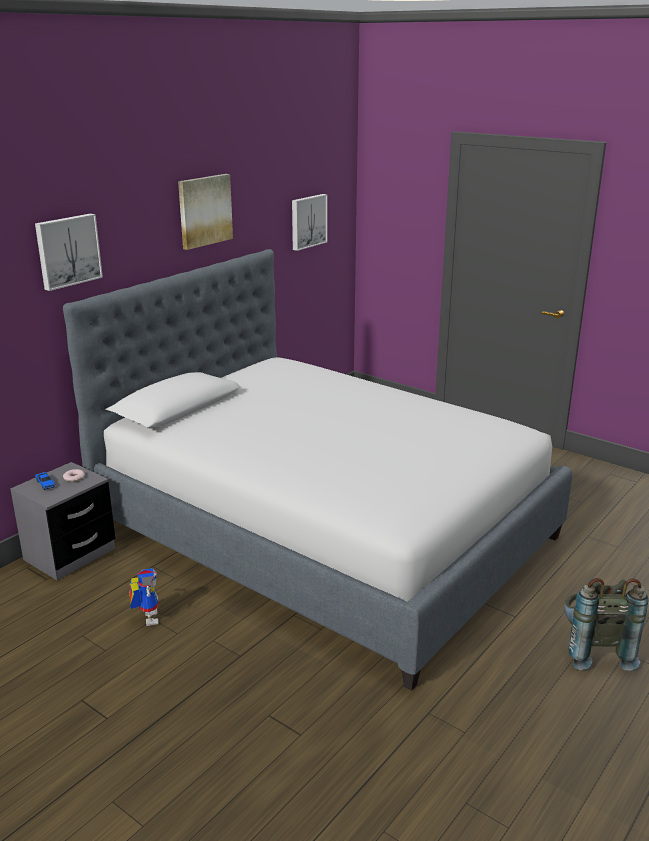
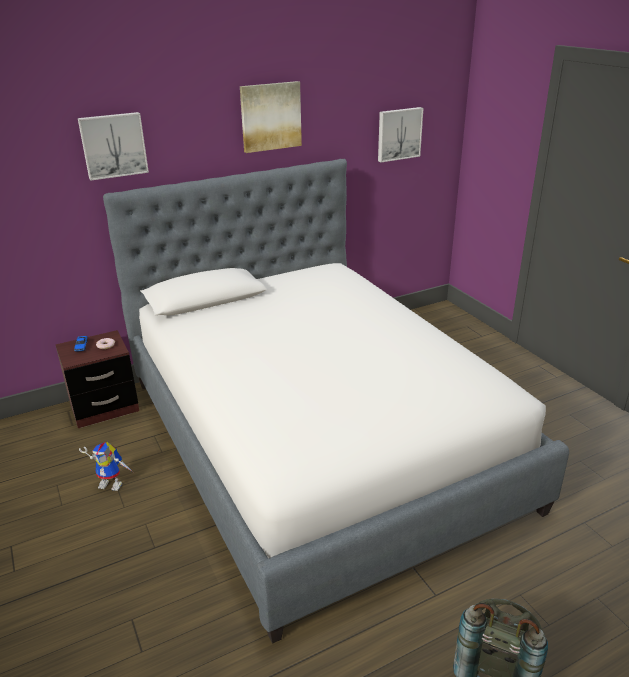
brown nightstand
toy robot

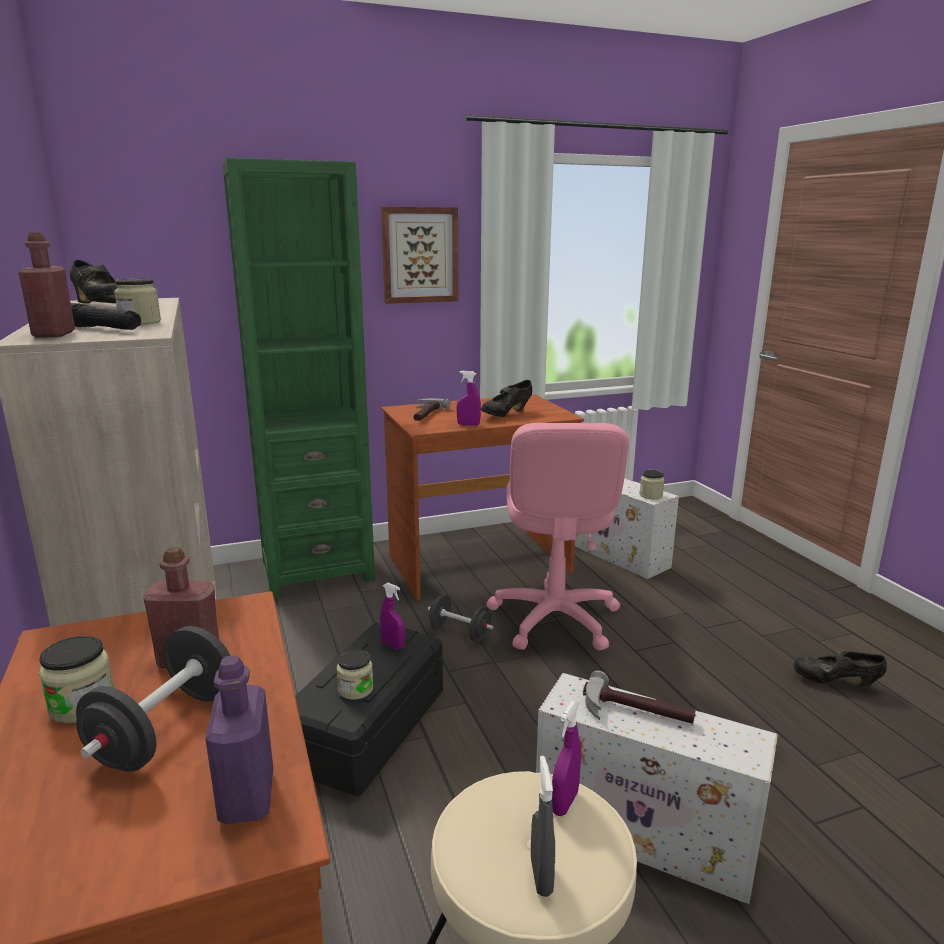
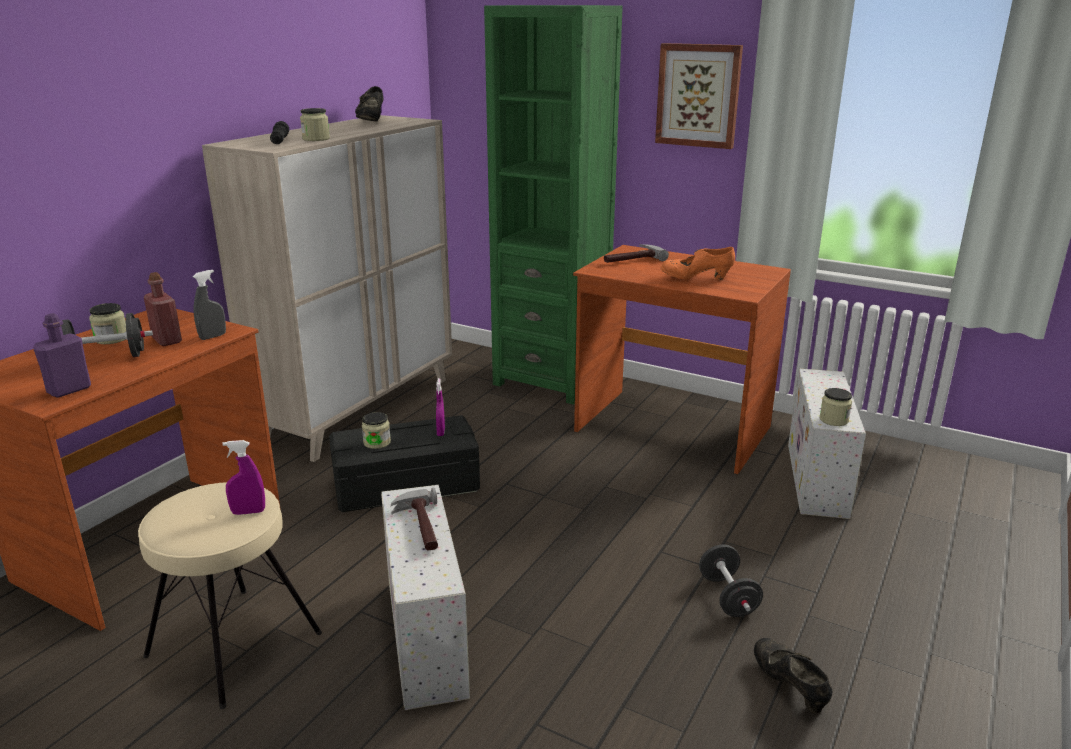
red bottle (1st from left in the first image)
purple spray bottle (2nd from left in the first image)
orange shoe
pink office chair
black dumbbell (2nd from left)
grey spray bottle

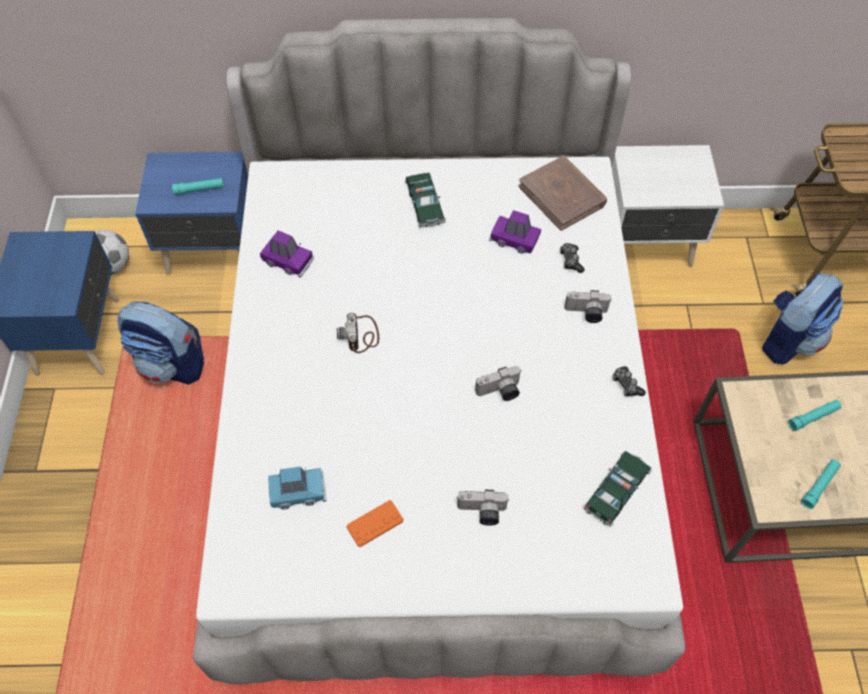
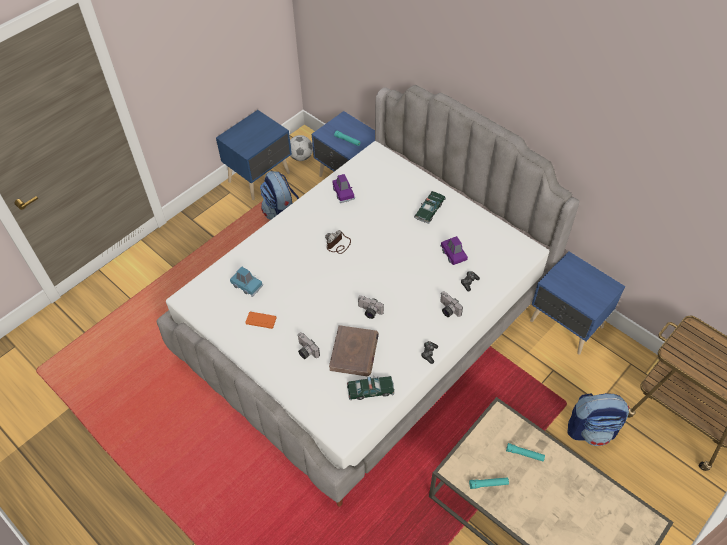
blue nightstand (3rd from left)
brown book

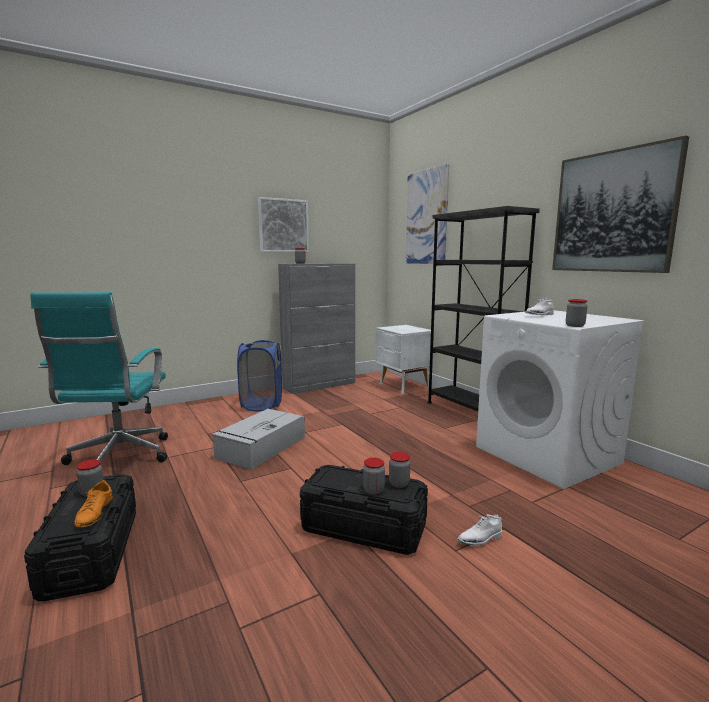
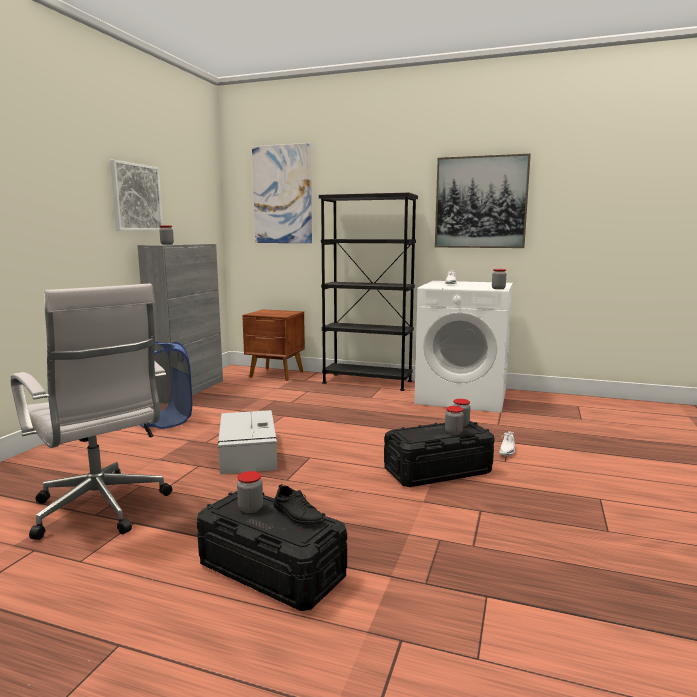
white office chair
brown nightstand
black shoe

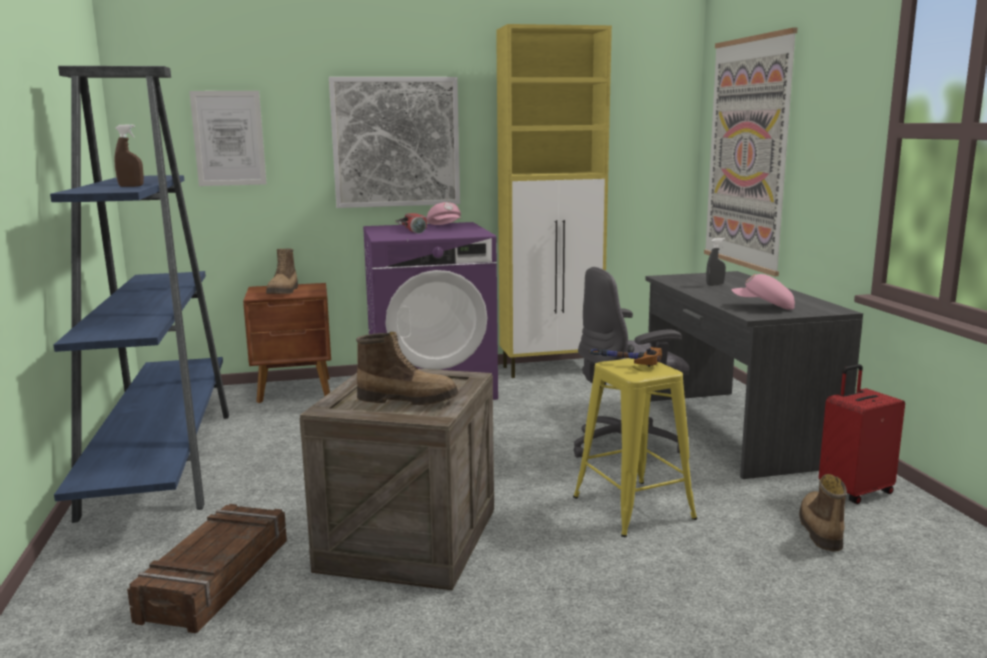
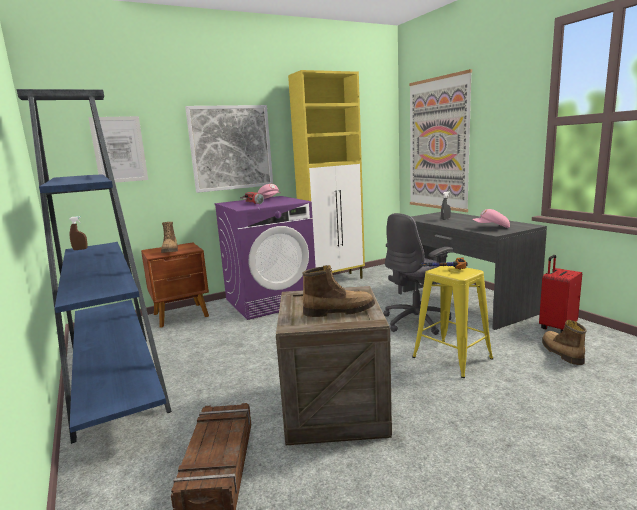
brown spray bottle

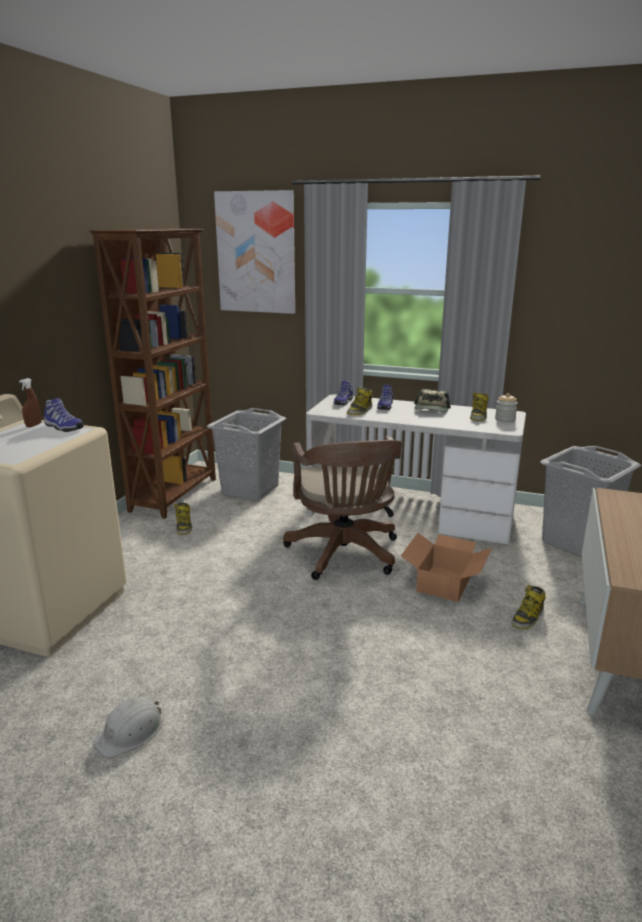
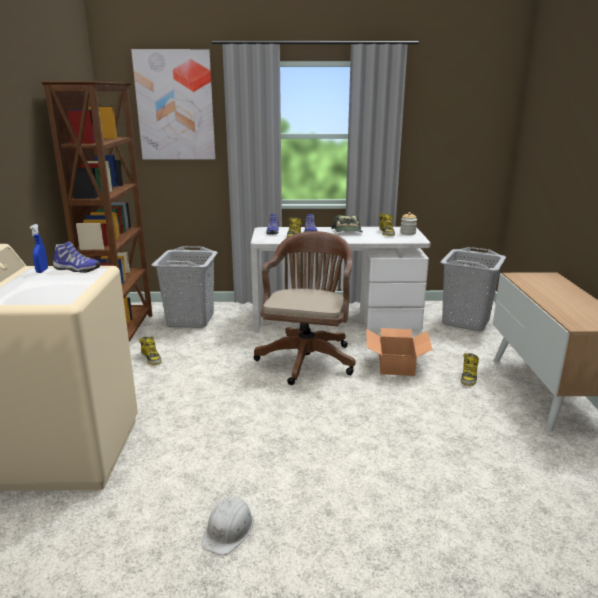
blue spray bottle
brown office chair

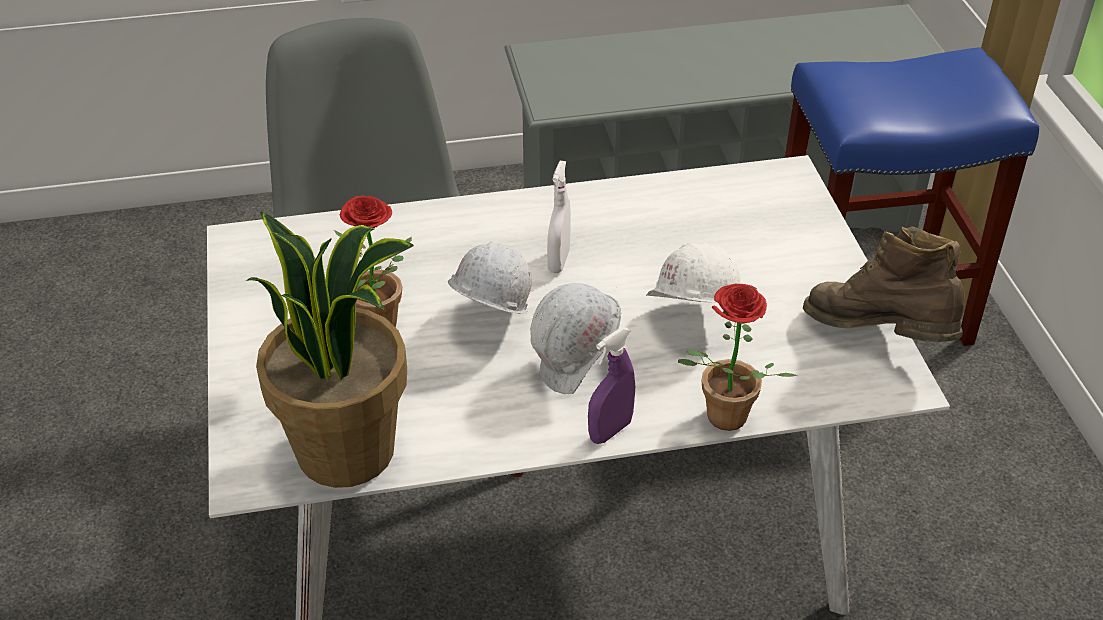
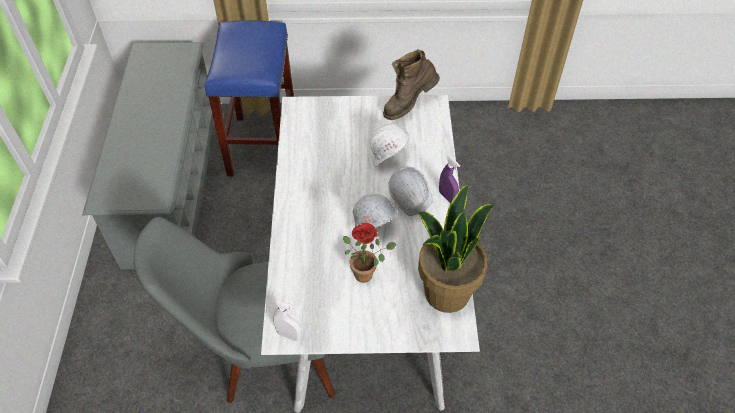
white spray bottle
potted plant (3rd from left in the first image)

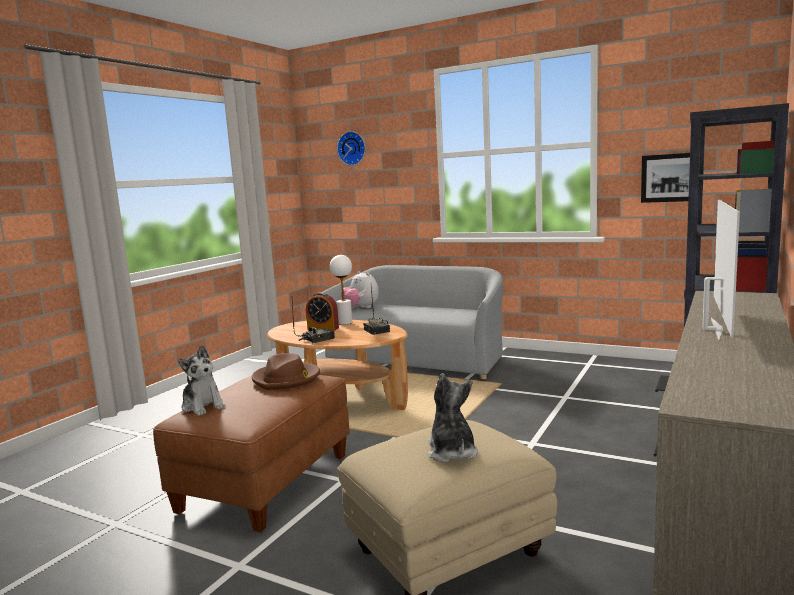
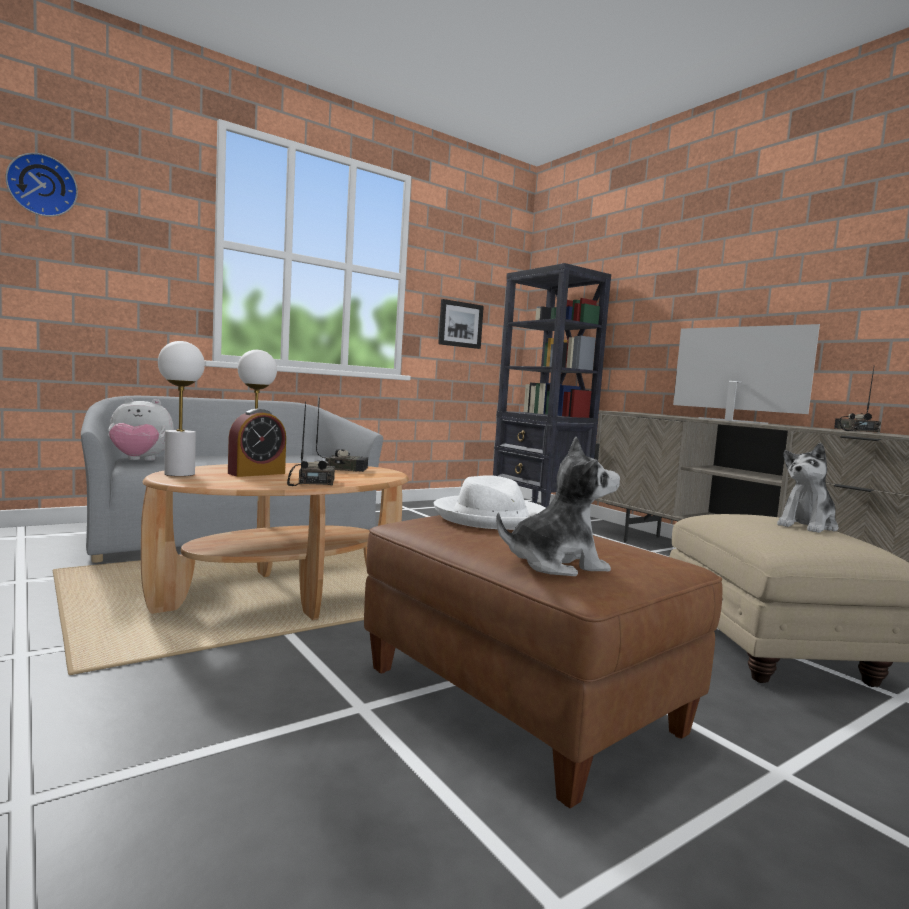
white hat
plush toy (3rd from left)
white table lamp (1st from left)
radio (3rd from left)

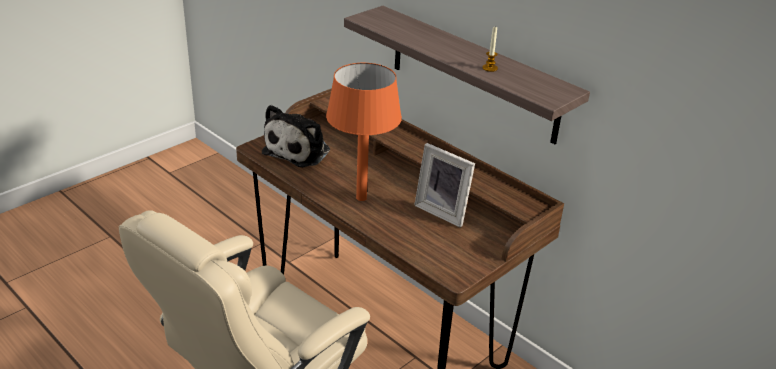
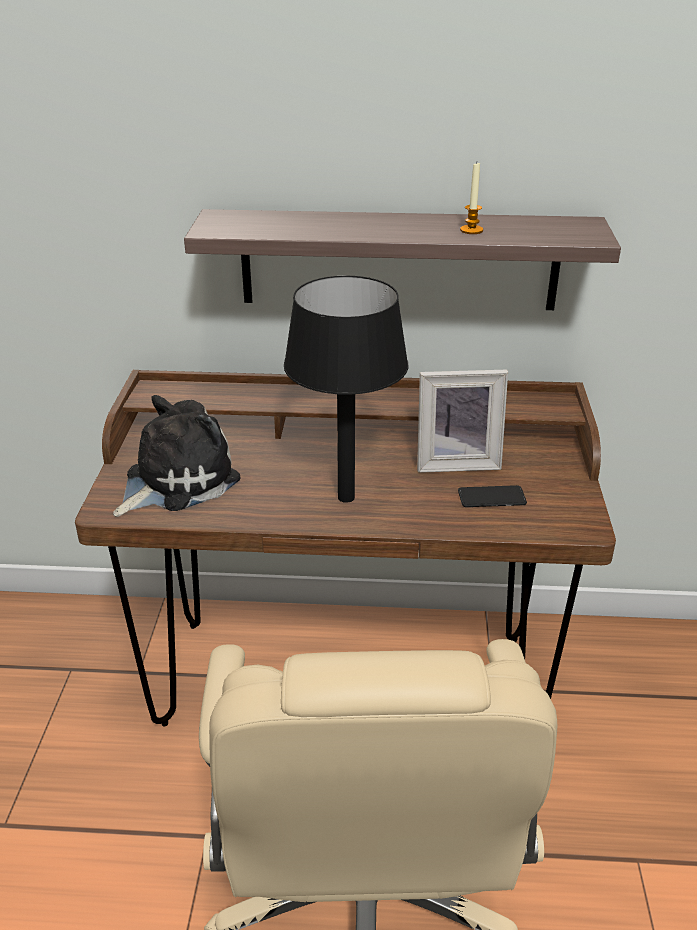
black table lamp
plush toy
phone

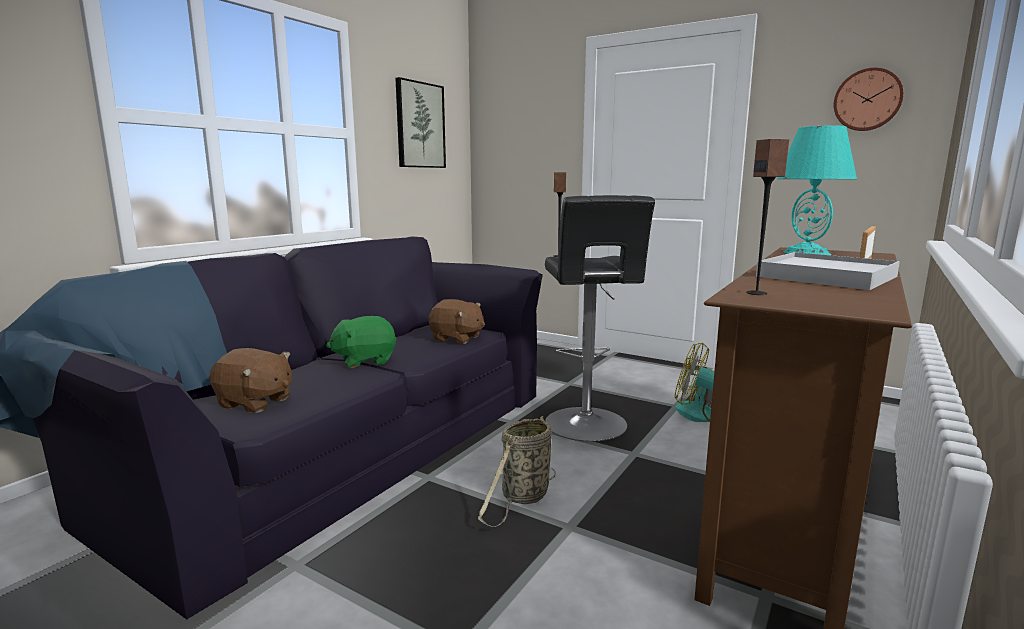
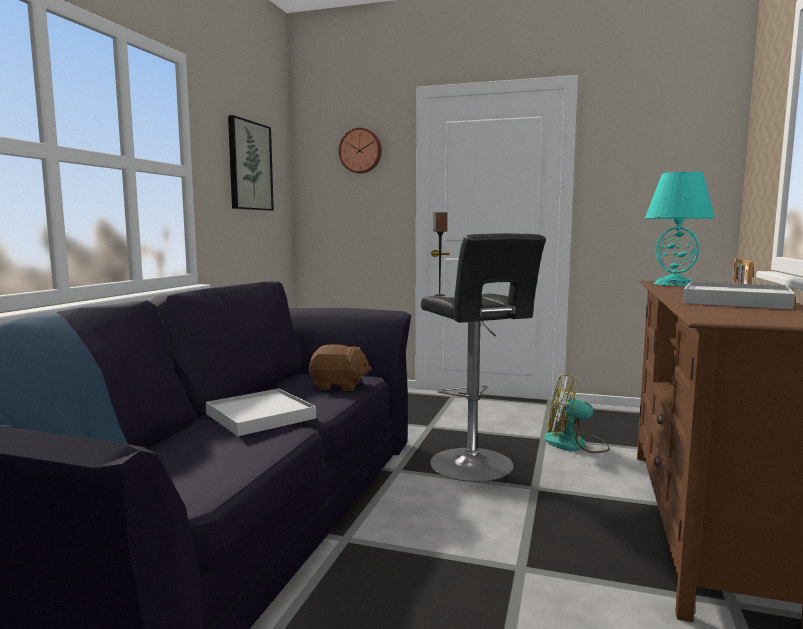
wall clock
speaker (2nd from left in the first image)
white tray (1st from left)
brown plush toy (1st from left in the first image)
basket

